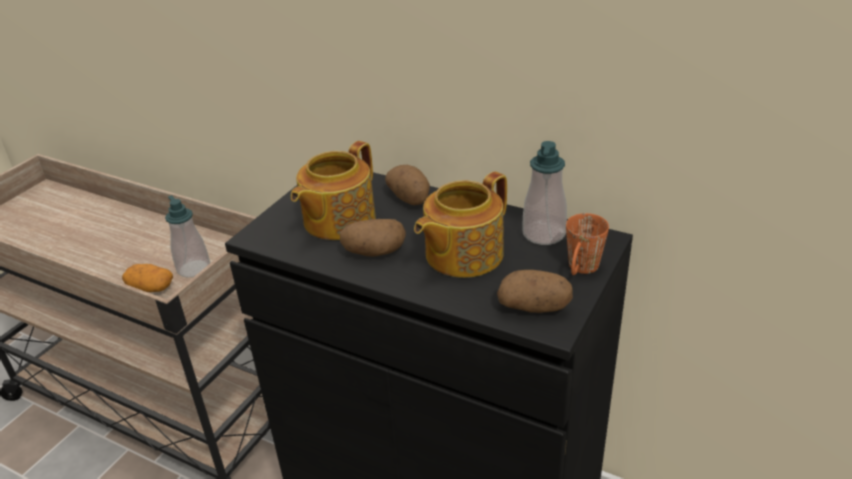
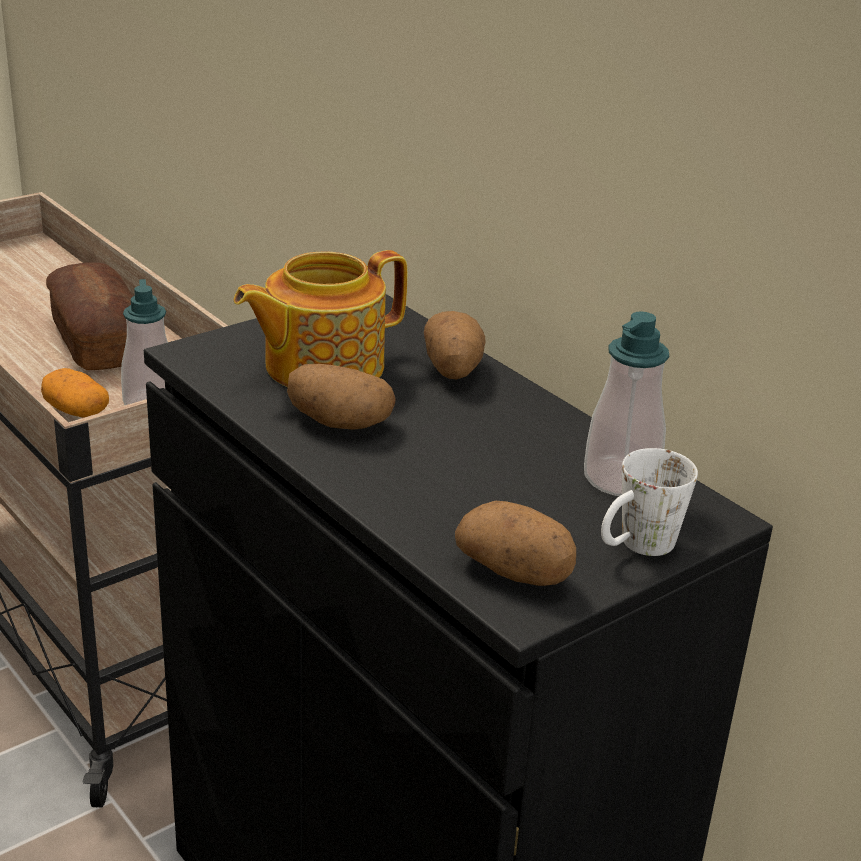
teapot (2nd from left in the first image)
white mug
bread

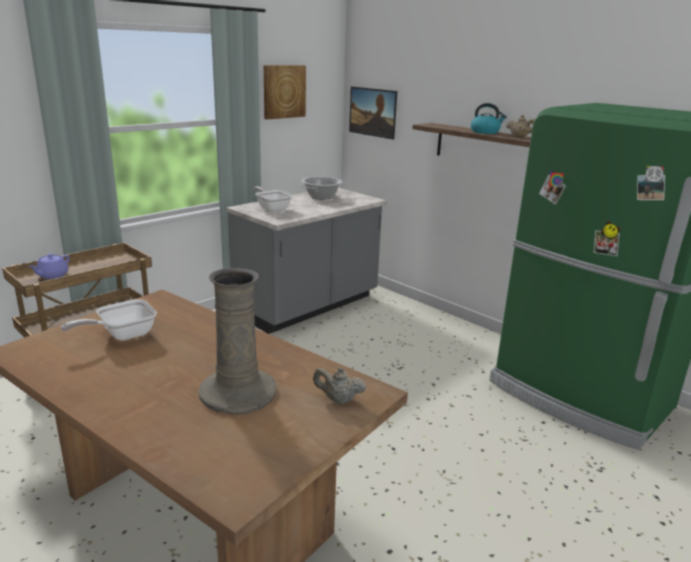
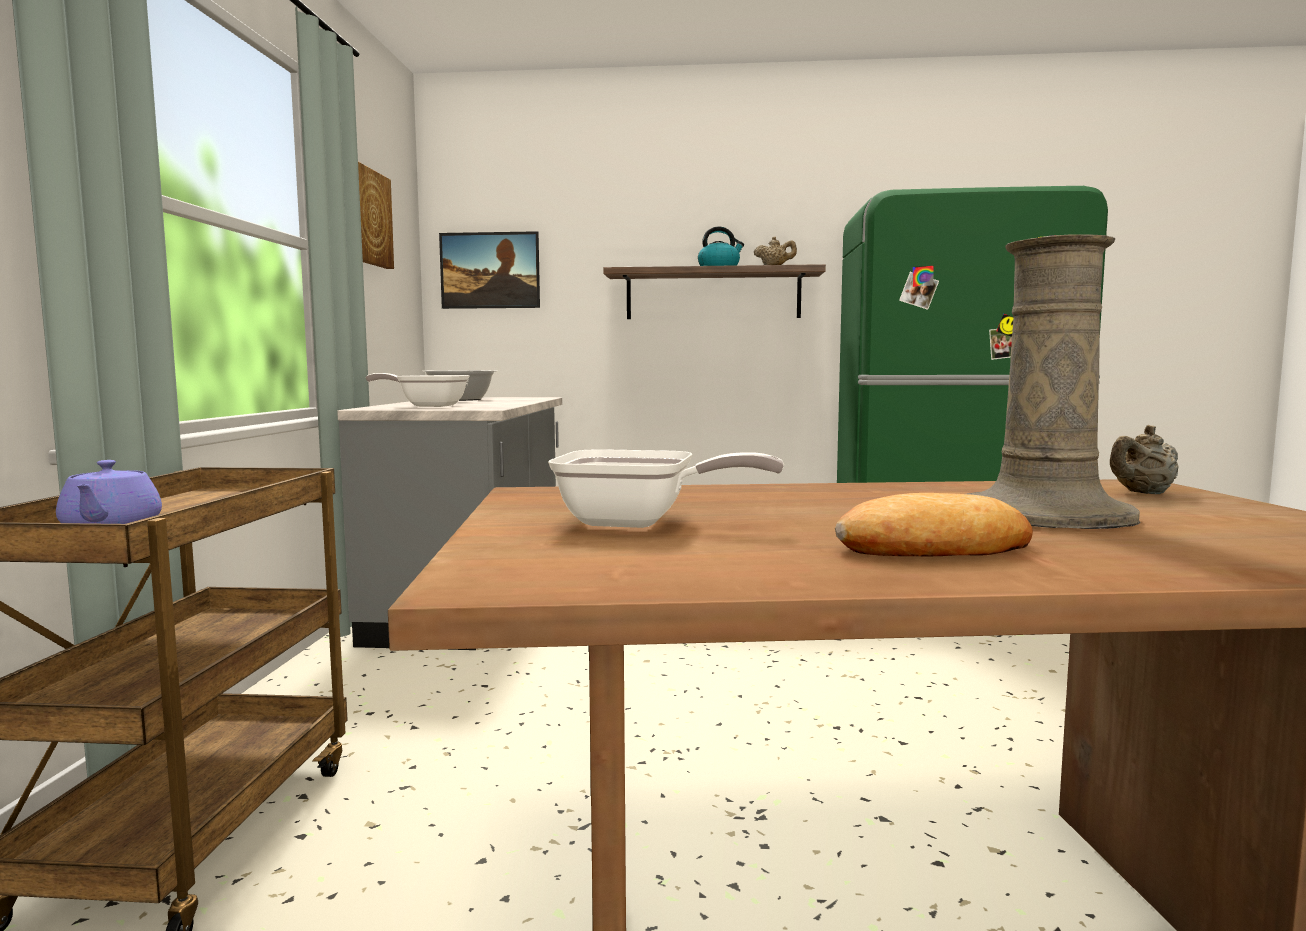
frying pan (2nd from left)
bread

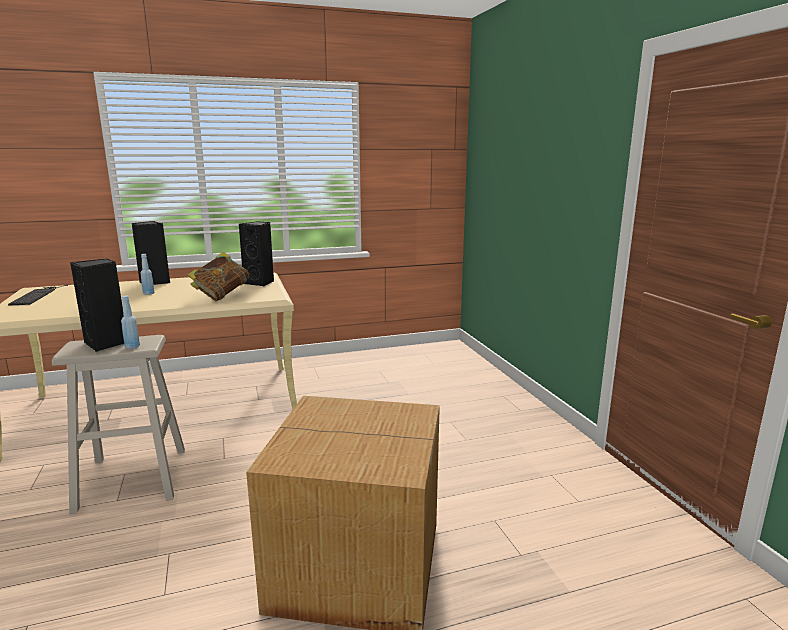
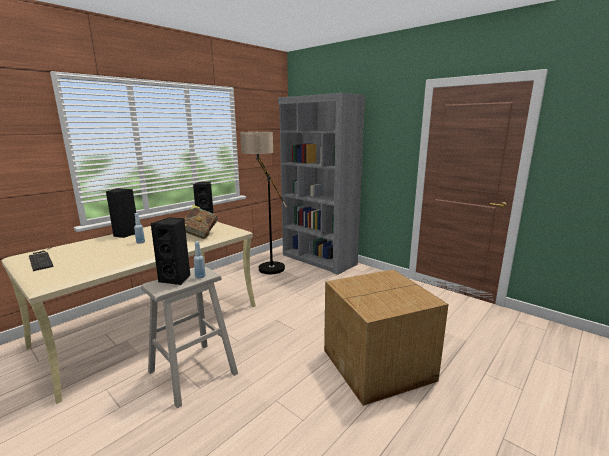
grey bookcase
floor lamp

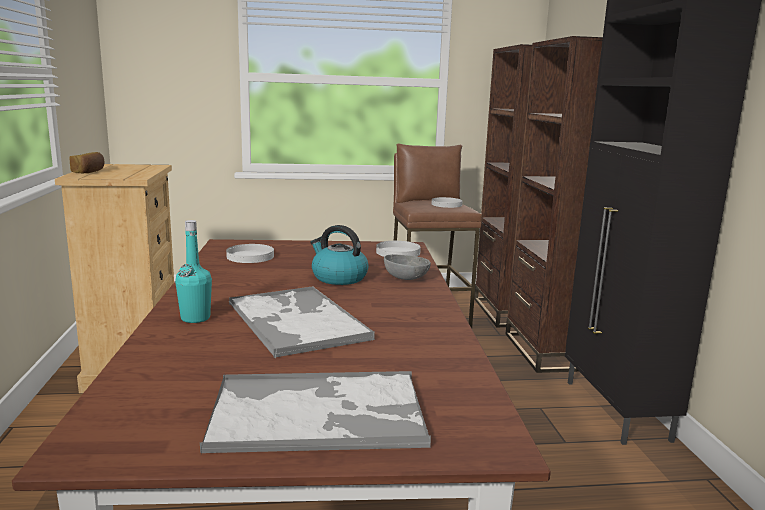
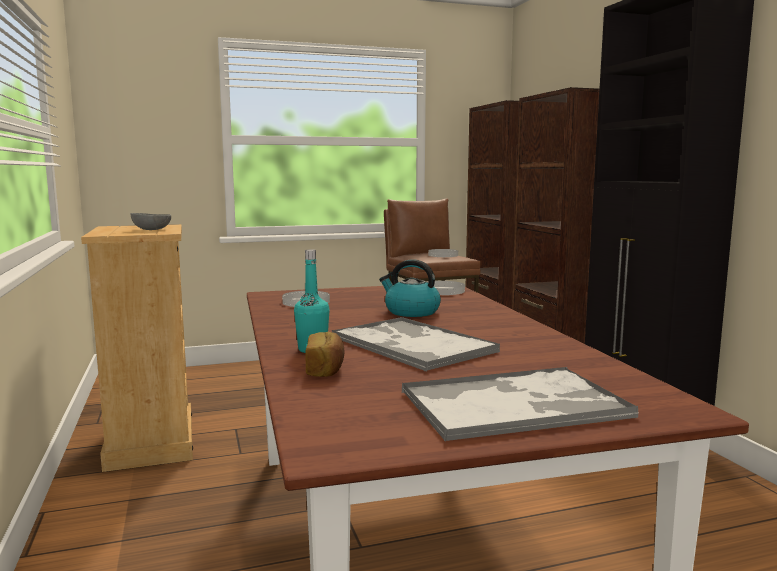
bread
grey bowl

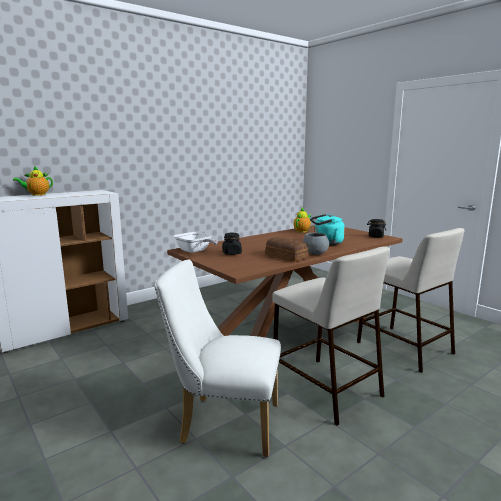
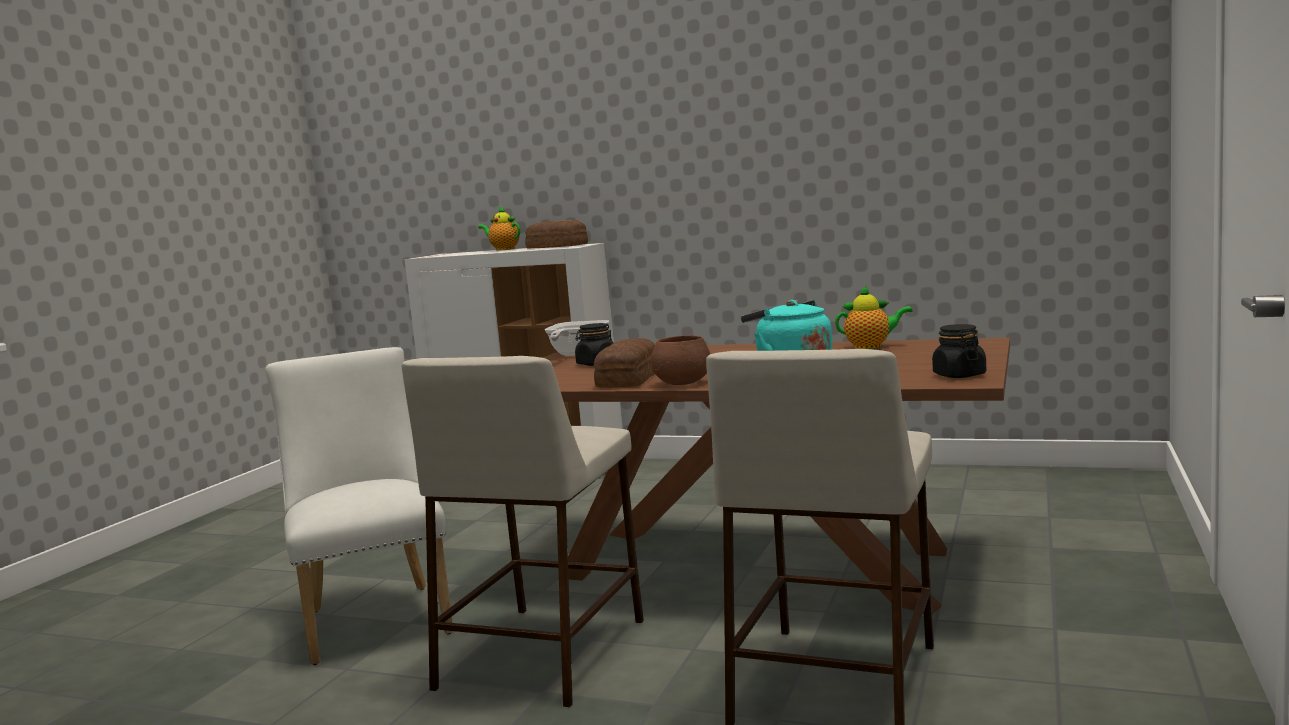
brown bowl
bread (1st from left)

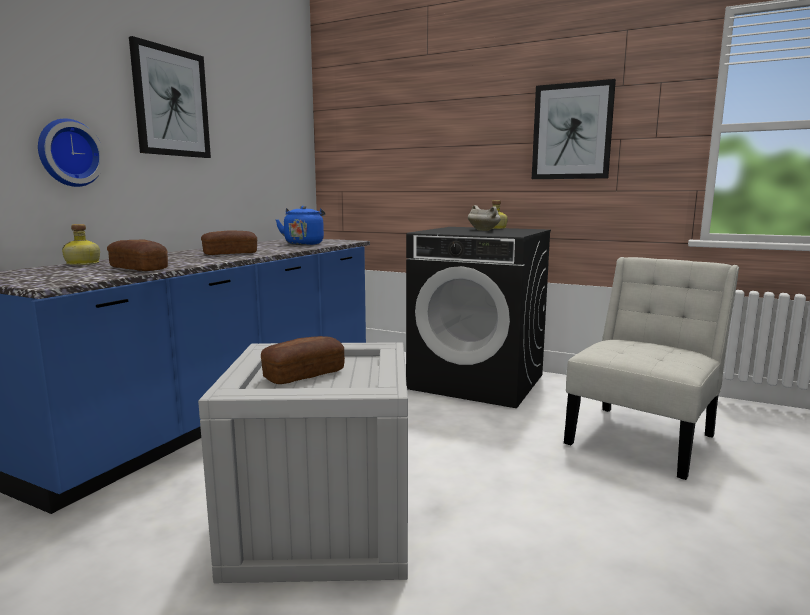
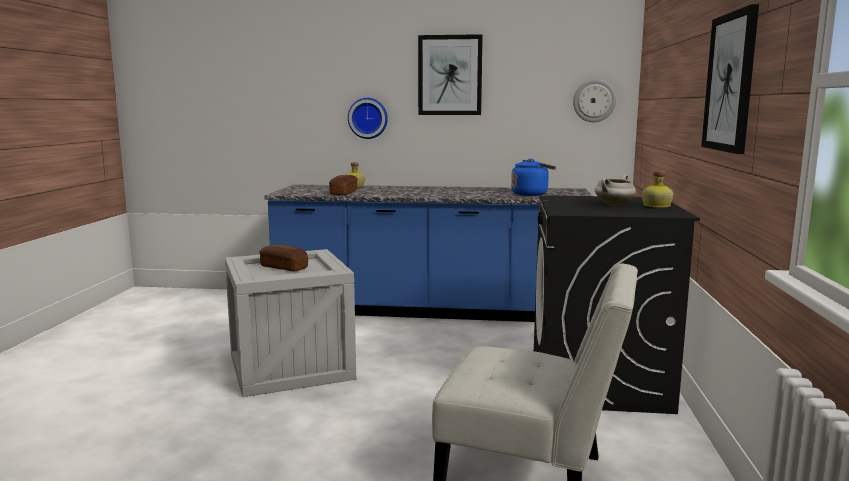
bread (2nd from left in the first image)
wall clock (2nd from left)

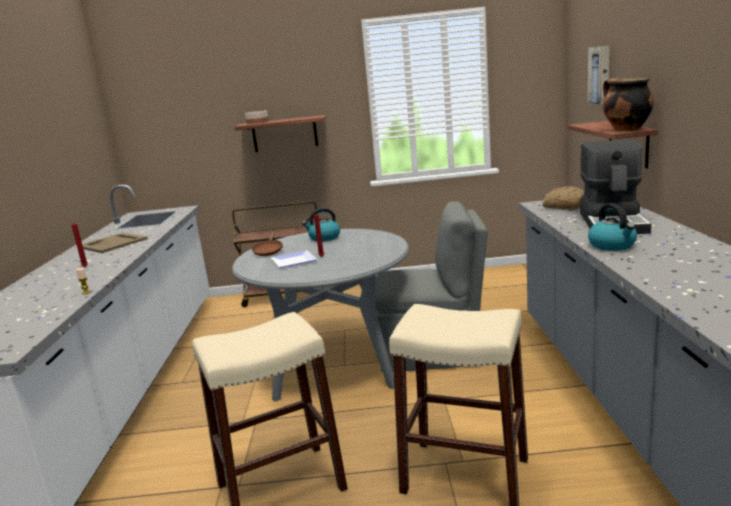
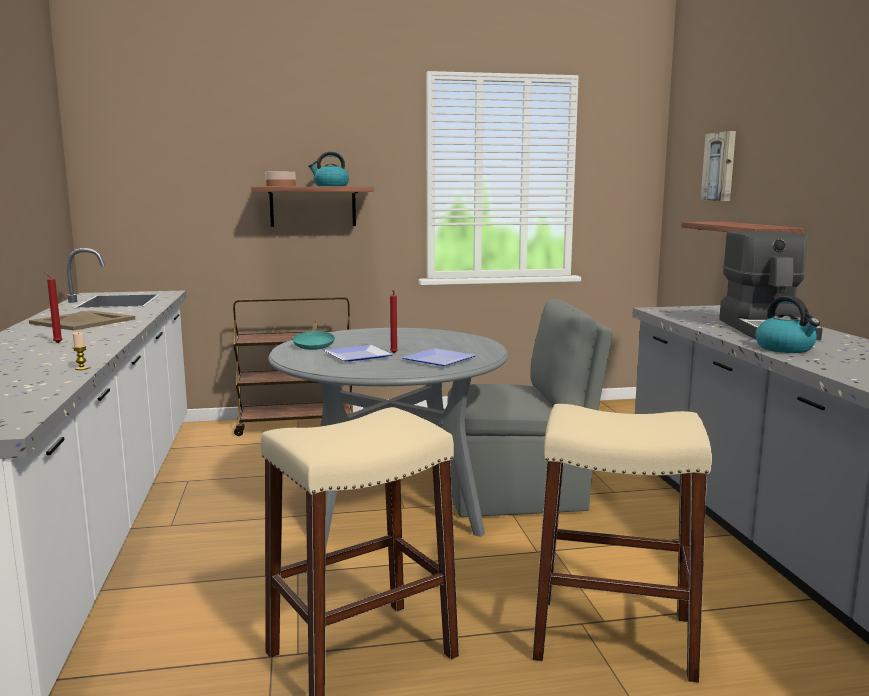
cooking pot
bread
kettle (1st from left)
turquoise frying pan
plate (2nd from left)

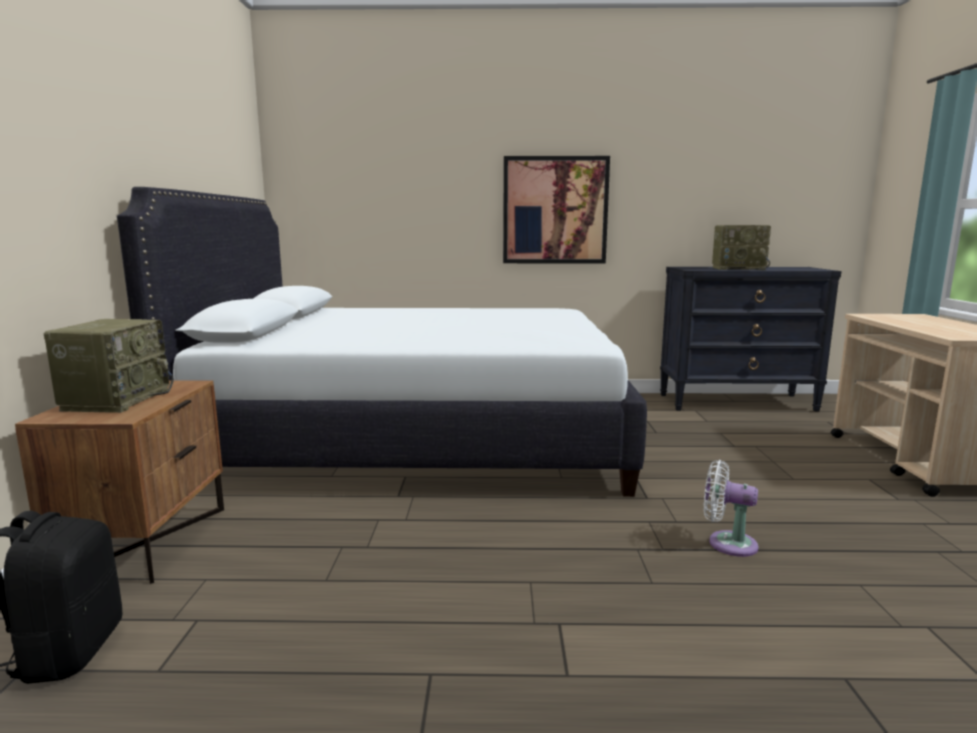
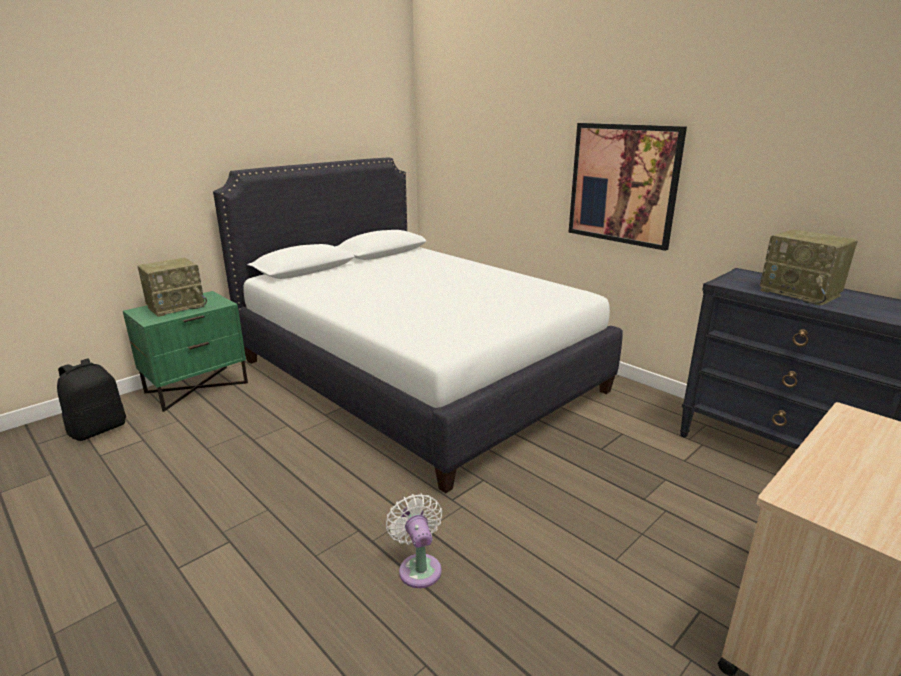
green nightstand

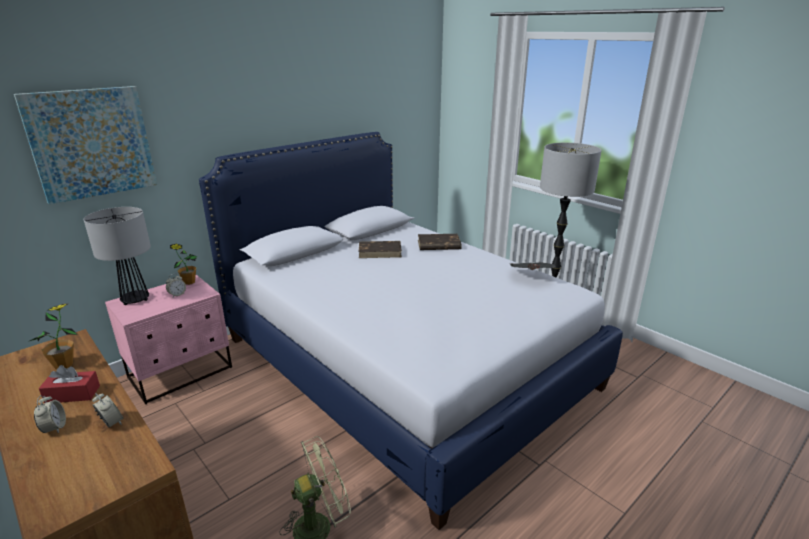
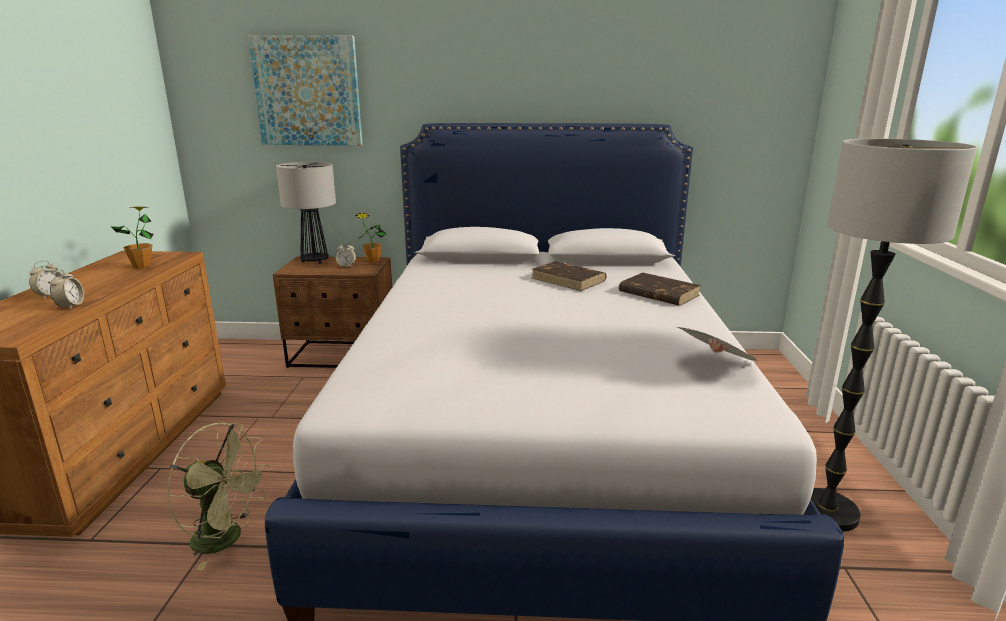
brown nightstand
red tissue box

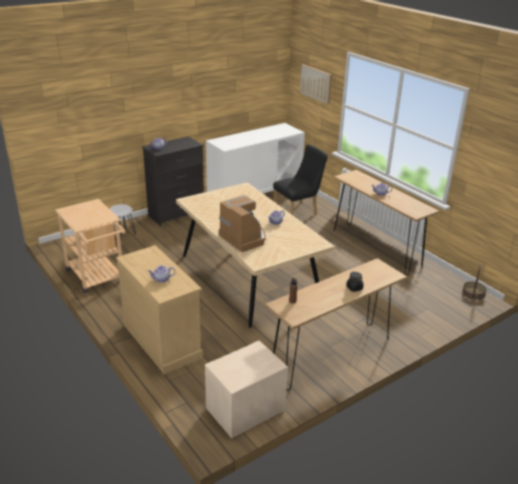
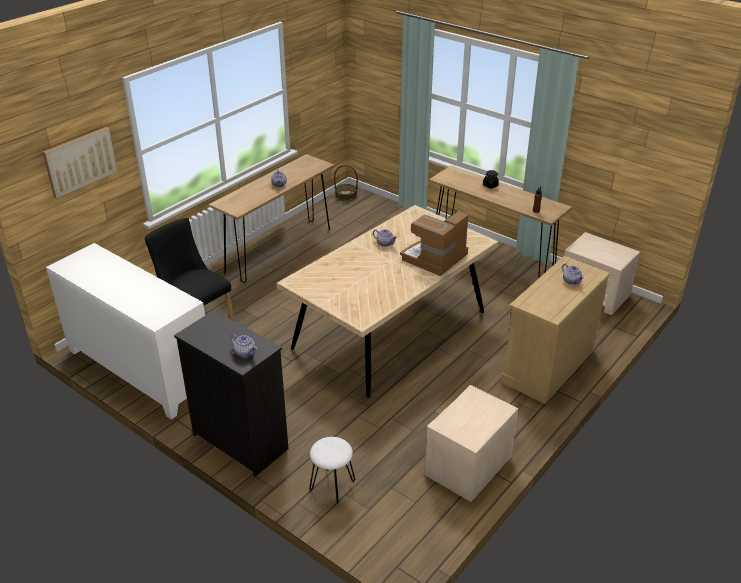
beige nightstand (1st from left)

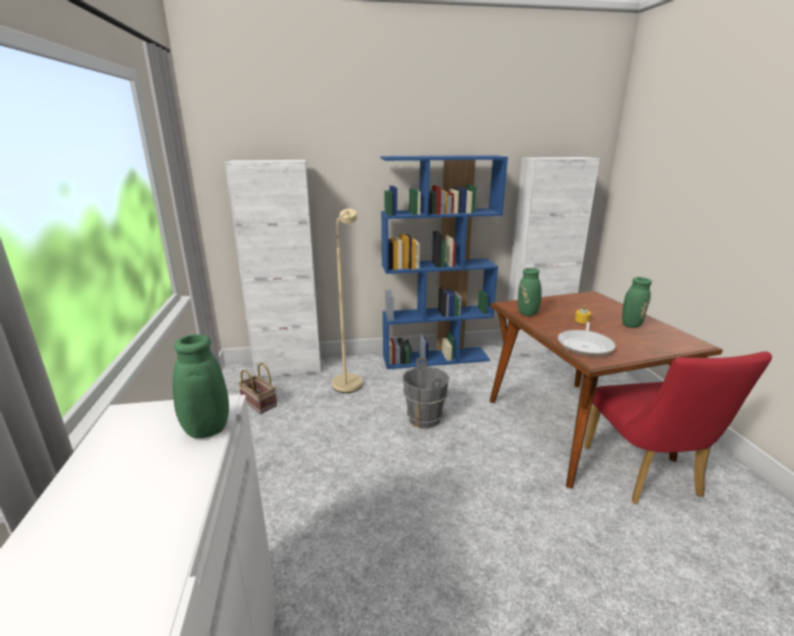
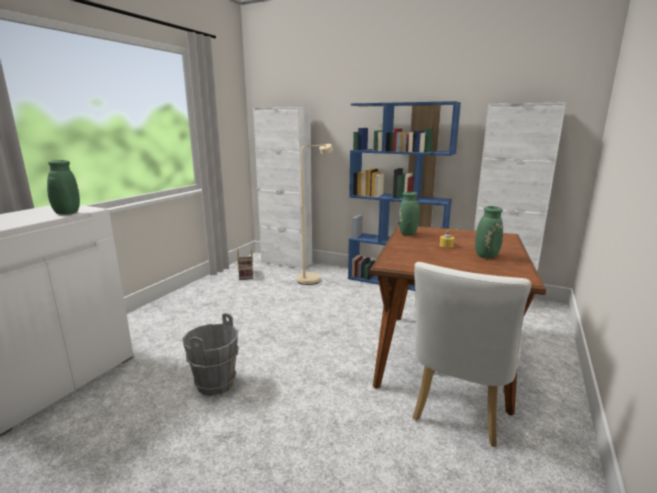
frying pan
white chair
grey bucket

